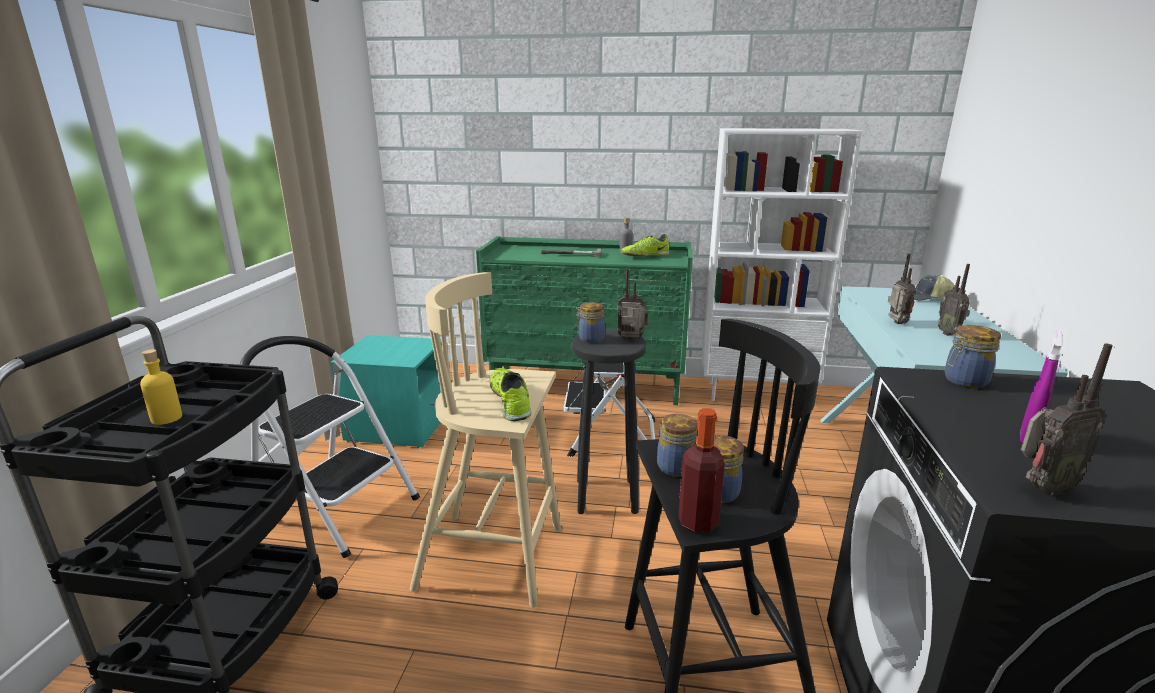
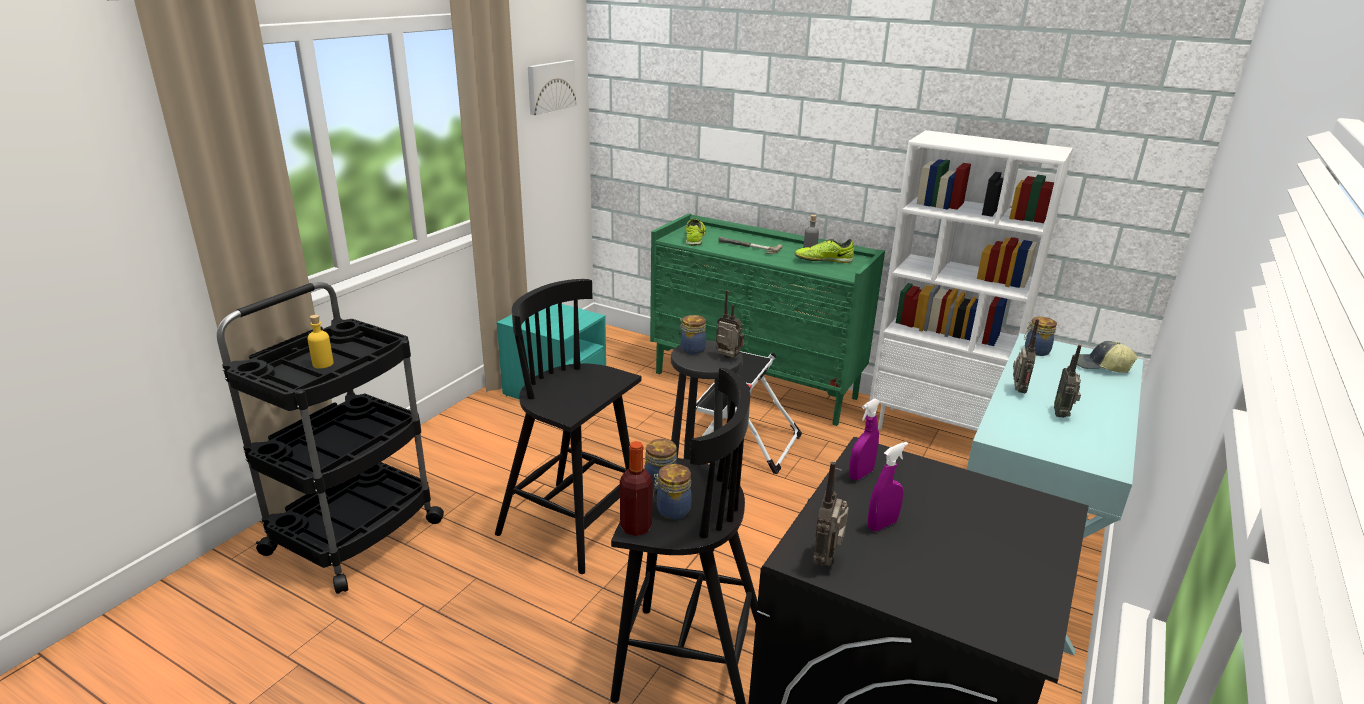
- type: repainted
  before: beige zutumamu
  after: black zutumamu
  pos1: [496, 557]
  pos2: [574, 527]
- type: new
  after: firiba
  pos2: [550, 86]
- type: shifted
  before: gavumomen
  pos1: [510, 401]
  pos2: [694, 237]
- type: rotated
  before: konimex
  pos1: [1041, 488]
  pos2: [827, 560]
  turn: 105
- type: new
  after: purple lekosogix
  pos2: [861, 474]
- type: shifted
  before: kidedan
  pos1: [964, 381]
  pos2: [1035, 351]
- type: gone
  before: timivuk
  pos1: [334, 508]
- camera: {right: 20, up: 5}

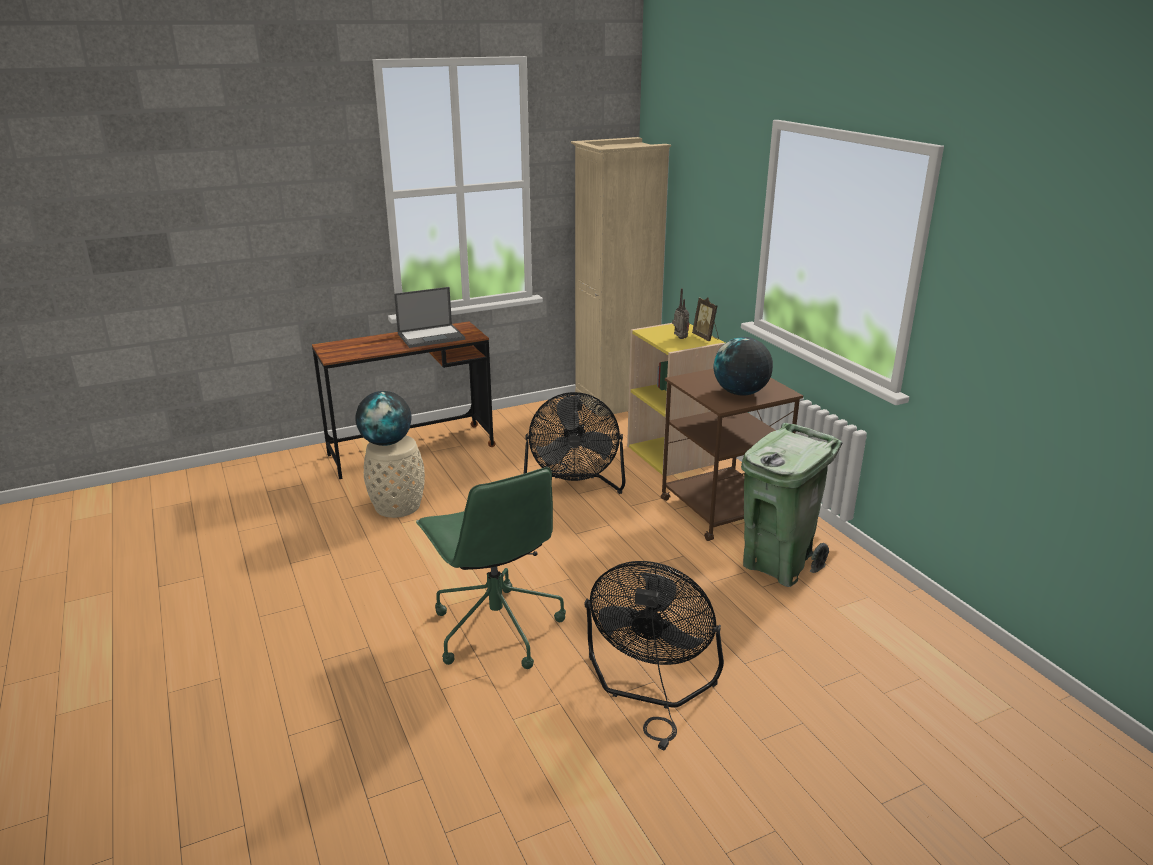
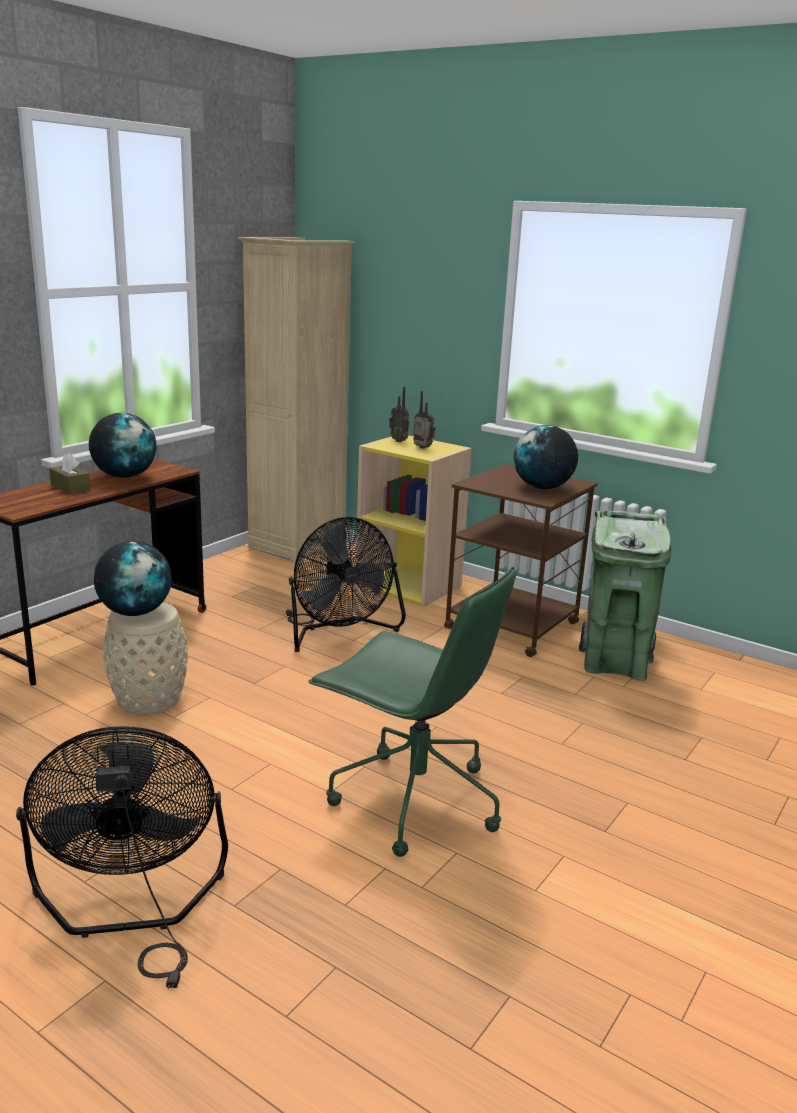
- type: shifted
  before: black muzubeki
  pos1: [650, 689]
  pos2: [134, 910]
- type: new
  after: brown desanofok
  pos2: [70, 487]
- type: swapped
  before: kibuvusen
  after: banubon
  pos1: [432, 336]
  pos2: [125, 476]
- type: new
  after: konimex
  pos2: [399, 441]
- type: gone
  before: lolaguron
  pos1: [706, 337]
- camera: {right: -30, up: -5}

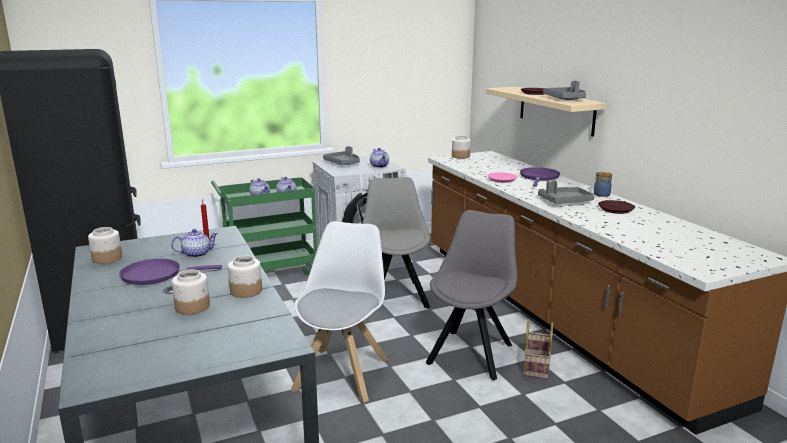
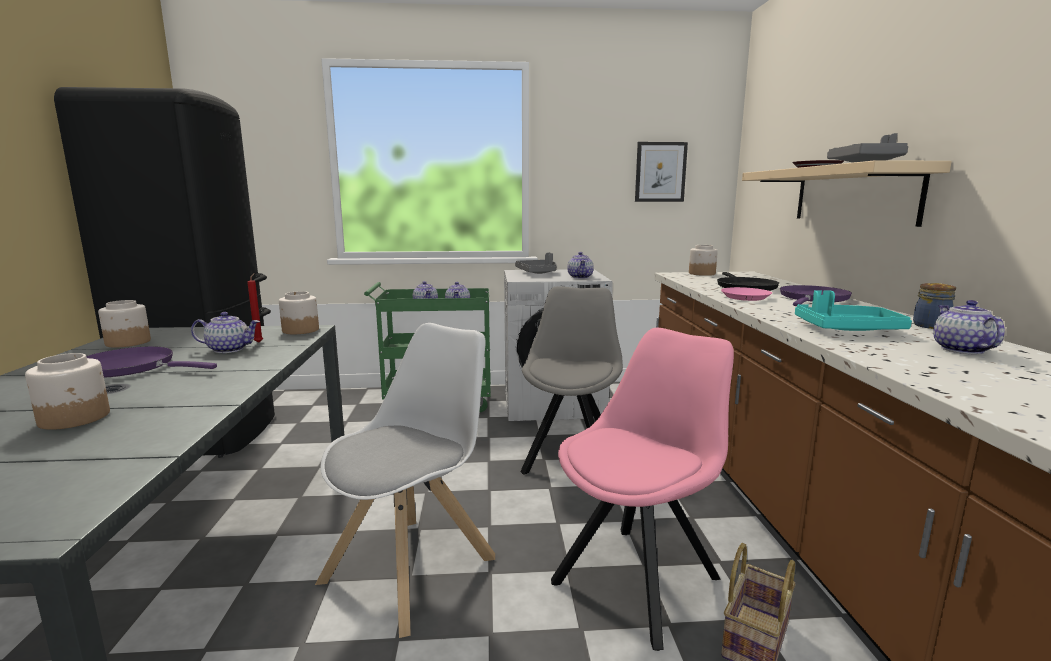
- type: shifted
  before: kidedan
  pos1: [245, 291]
  pos2: [300, 330]
- type: repainted
  before: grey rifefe
  after: pink rifefe
  pos1: [471, 354]
  pos2: [638, 580]
- type: new
  after: firiba
  pos2: [660, 172]
- type: new
  after: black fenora
  pos2: [744, 287]
- type: repainted
  before: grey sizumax
  after: turquoise sizumax
  pos1: [564, 201]
  pos2: [846, 329]
- type: swapped
  before: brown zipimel
  after: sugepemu
  pos1: [615, 210]
  pos2: [960, 349]
- camera: {right: 20, up: -5}

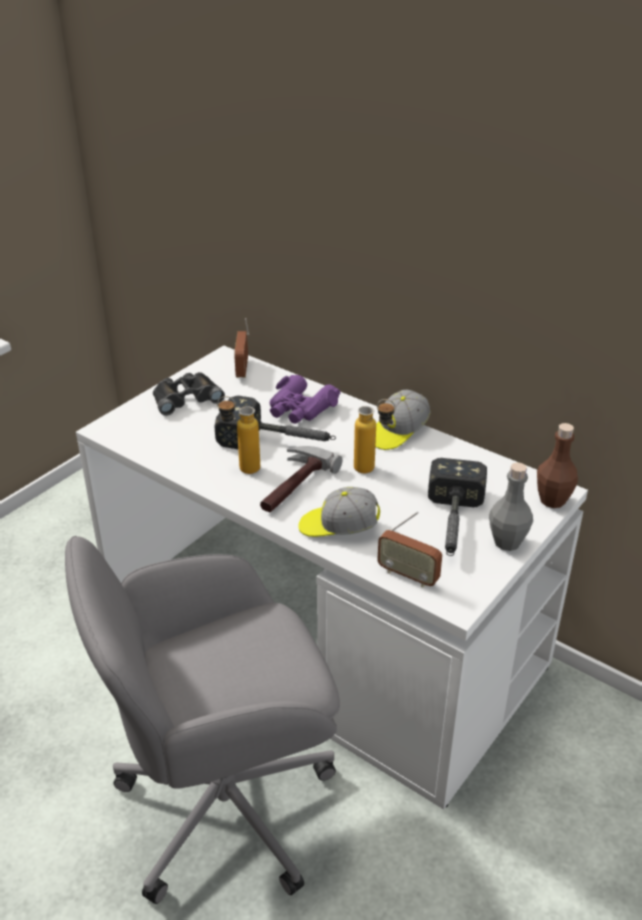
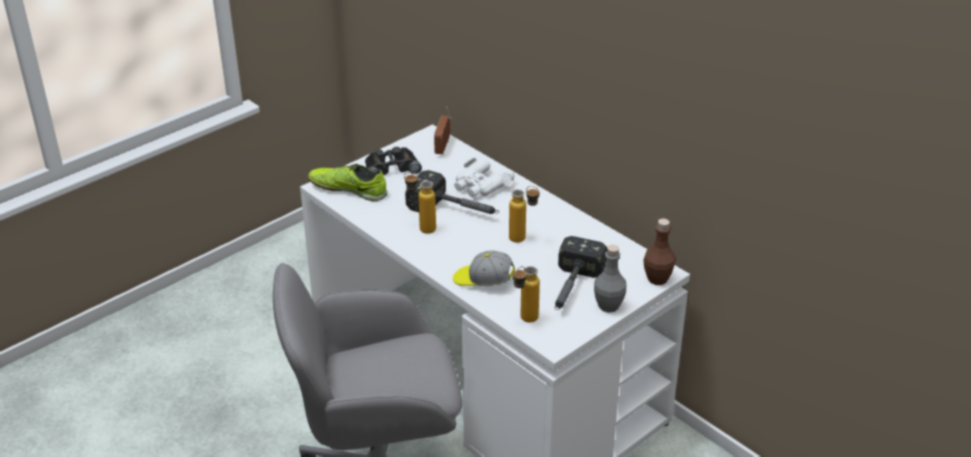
- type: new
  after: gavumomen
  pos2: [348, 189]
- type: repainted
  before: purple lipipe
  after: white lipipe
  pos1: [300, 409]
  pos2: [481, 185]
- type: swapped
  before: konimex
  after: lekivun
  pos1: [408, 575]
  pos2: [524, 321]
- type: gone
  before: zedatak
  pos1: [292, 485]
- type: gone
  before: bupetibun
  pos1: [398, 432]
- camera: {right: 10, up: 0}

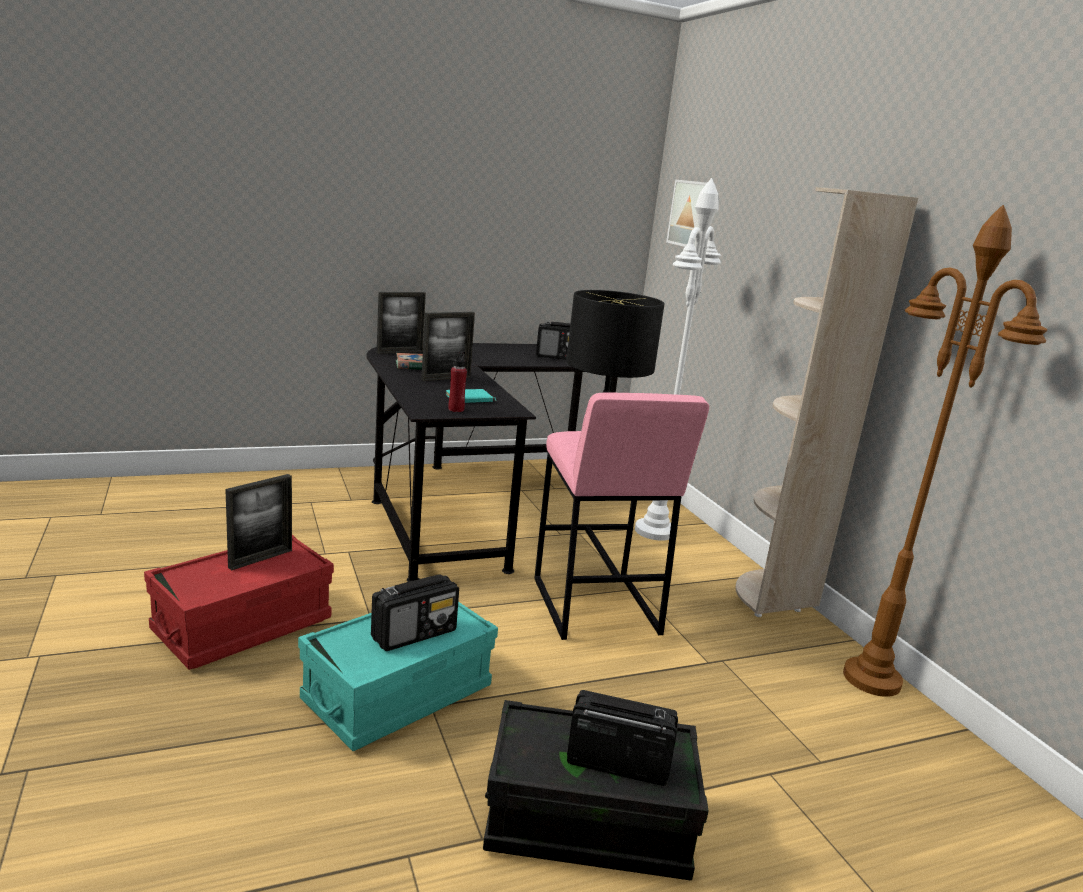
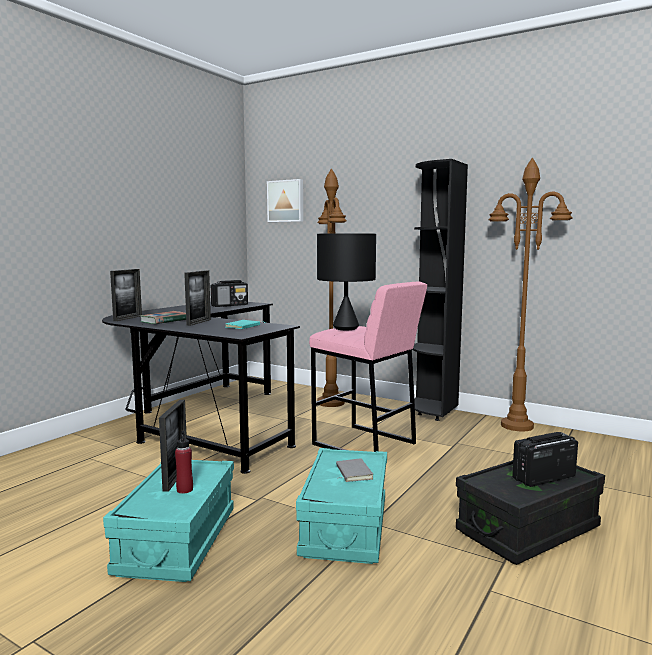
- type: repainted
  before: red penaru
  after: turquoise penaru
  pos1: [243, 626]
  pos2: [178, 541]
- type: shifted
  before: red lekivun
  pos1: [456, 409]
  pos2: [185, 489]
- type: repainted
  before: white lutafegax
  after: brown lutafegax
  pos1: [654, 531]
  pos2: [330, 402]
- type: swapped
  before: konimex
  after: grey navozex
  pos1: [415, 634]
  pos2: [352, 473]
- type: repainted
  before: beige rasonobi
  after: black rasonobi
  pos1: [767, 601]
  pos2: [431, 413]
- camera: {right: -35, up: -10}

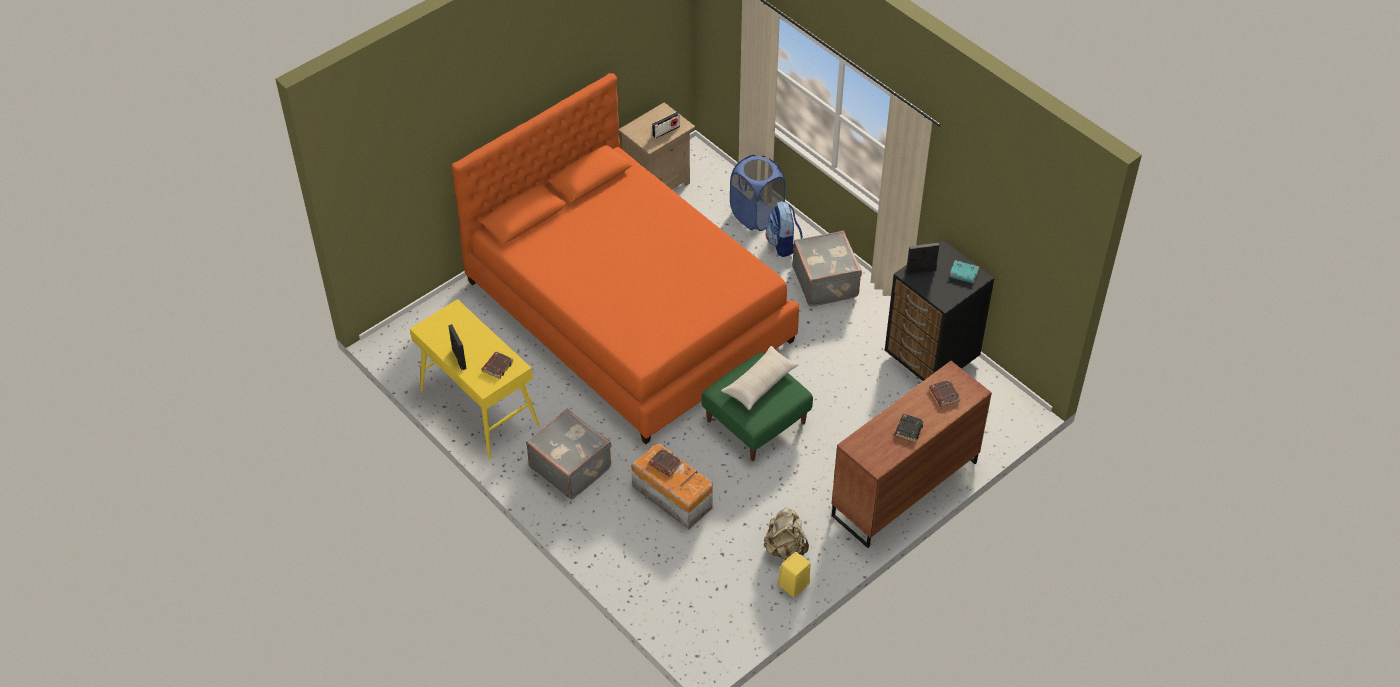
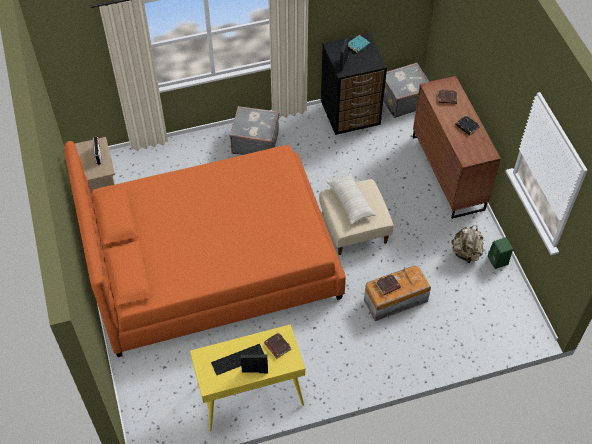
- type: new
  after: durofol
  pos2: [239, 360]
- type: repainted
  before: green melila
  after: beige melila
  pos1: [756, 421]
  pos2: [353, 227]
- type: shifted
  before: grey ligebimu
  pos1: [571, 466]
  pos2: [403, 100]
- type: repainted
  before: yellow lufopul
  after: green lufopul
  pos1: [793, 585]
  pos2: [498, 261]
- type: gone
  before: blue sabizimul
  pos1: [756, 215]
- type: gone
  before: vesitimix
  pos1: [783, 244]
- camera: {right: -65, up: 5}

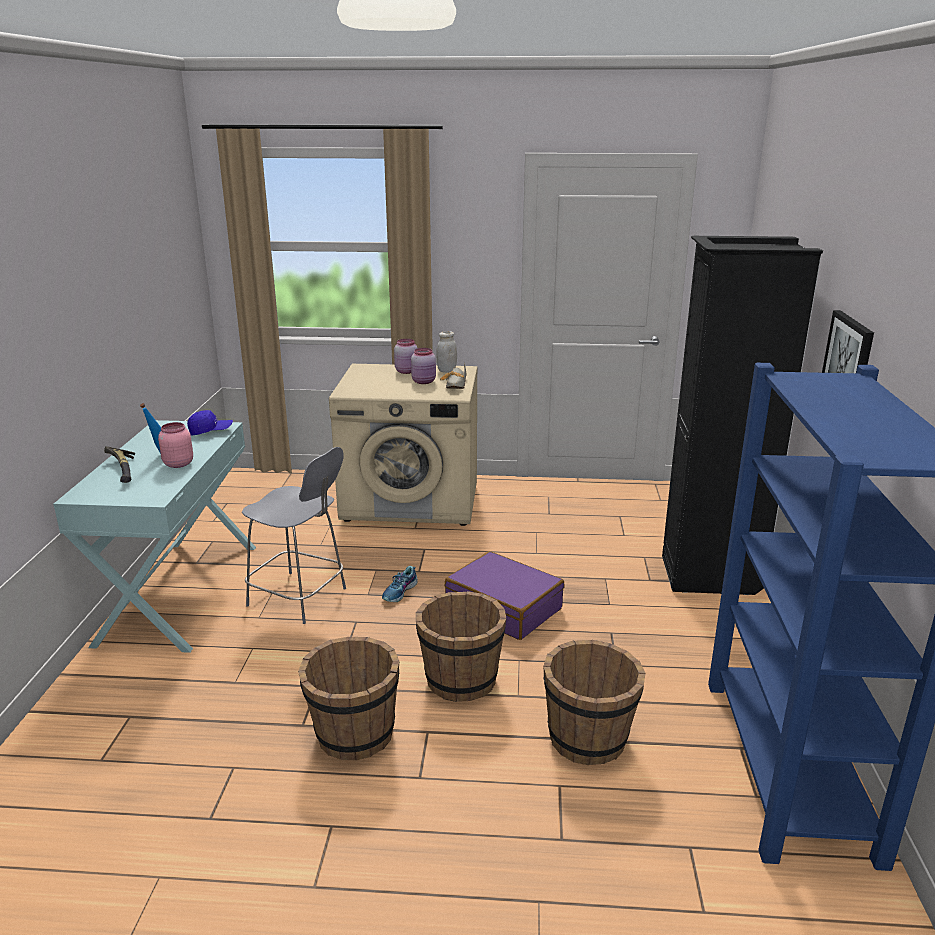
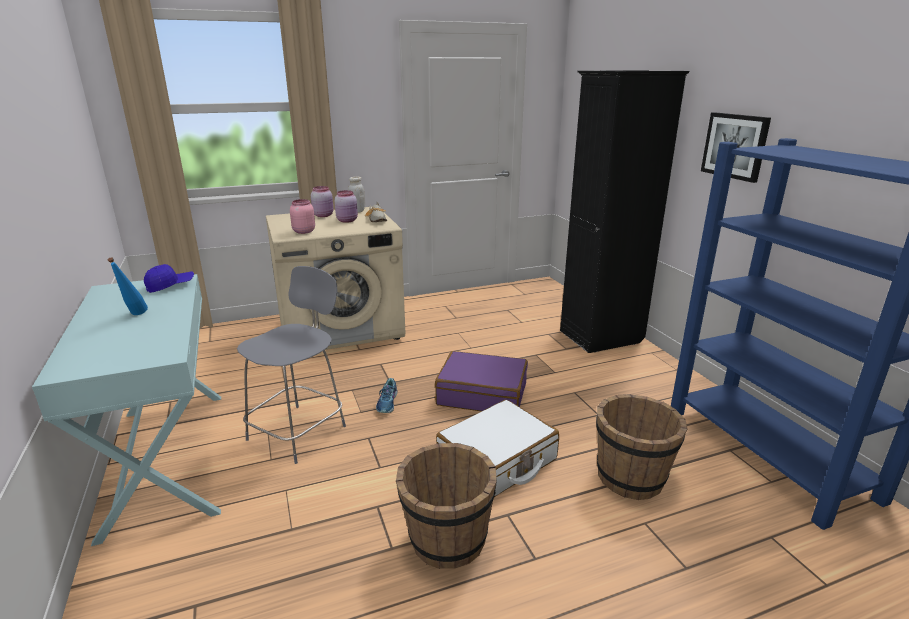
- type: rotated
  before: grey rifefe
  pos1: [300, 598]
  pos2: [299, 431]
  turn: -60
- type: shifted
  before: pink kidedan
  pos1: [177, 464]
  pos2: [303, 231]
- type: swapped
  before: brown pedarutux
  after: white ligebimu
  pos1: [461, 680]
  pos2: [497, 461]
- type: gone
  before: zedatak
  pos1: [125, 470]
- camera: {right: -25, up: 0}

